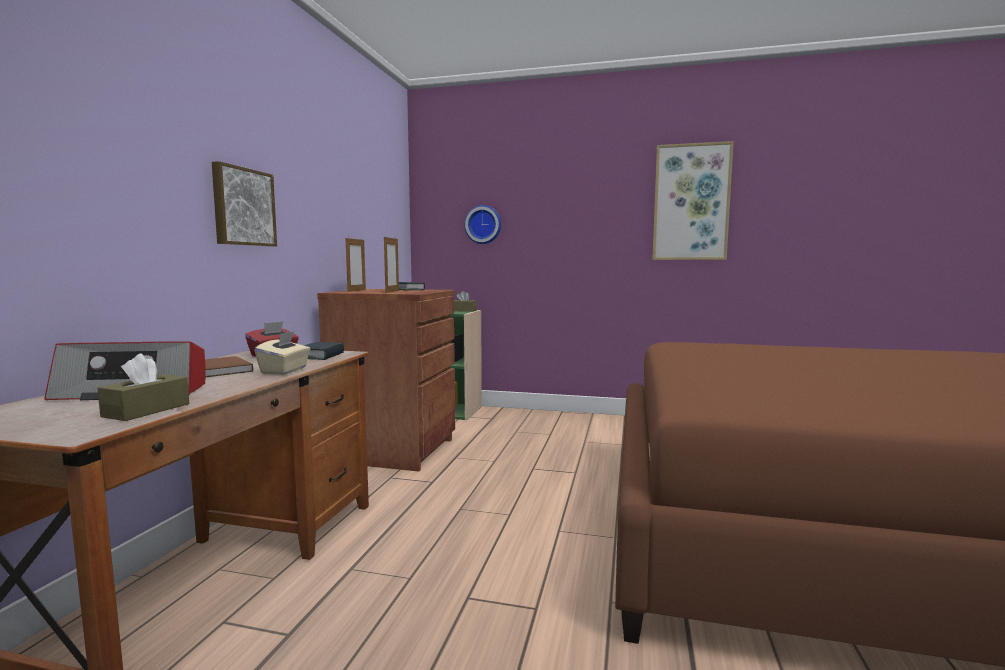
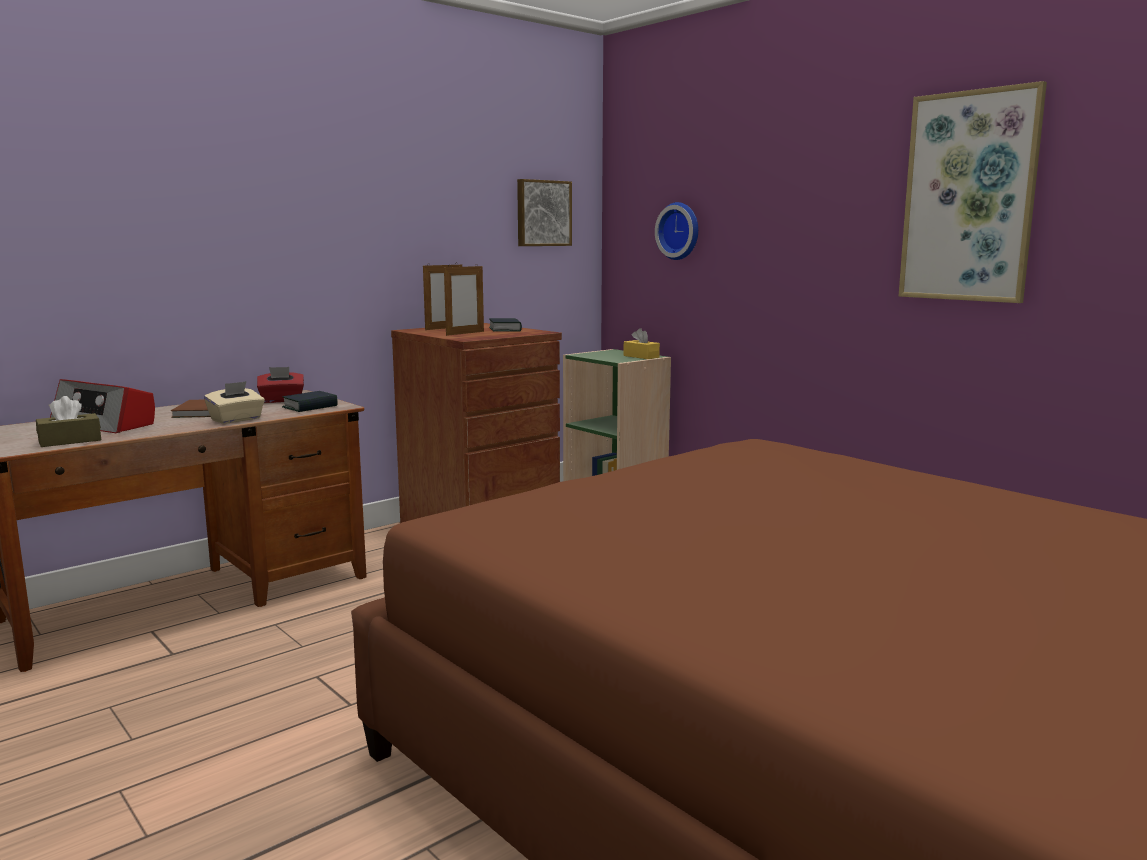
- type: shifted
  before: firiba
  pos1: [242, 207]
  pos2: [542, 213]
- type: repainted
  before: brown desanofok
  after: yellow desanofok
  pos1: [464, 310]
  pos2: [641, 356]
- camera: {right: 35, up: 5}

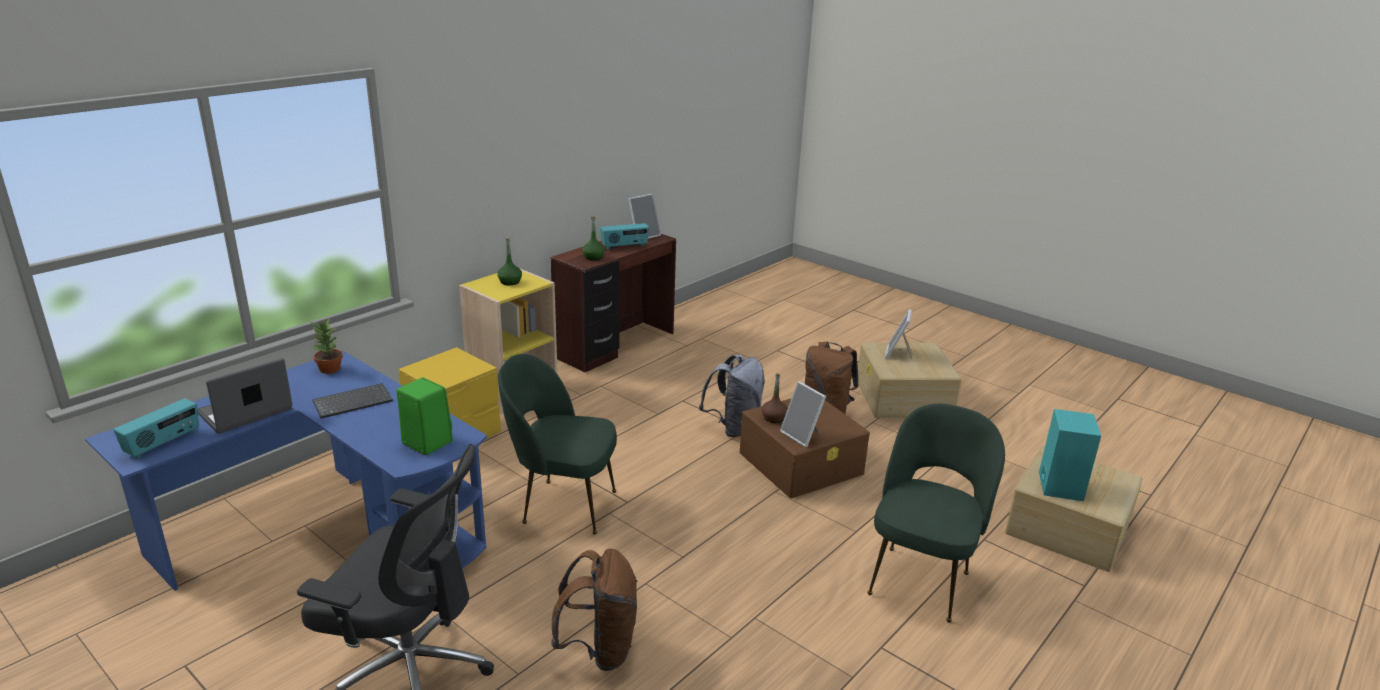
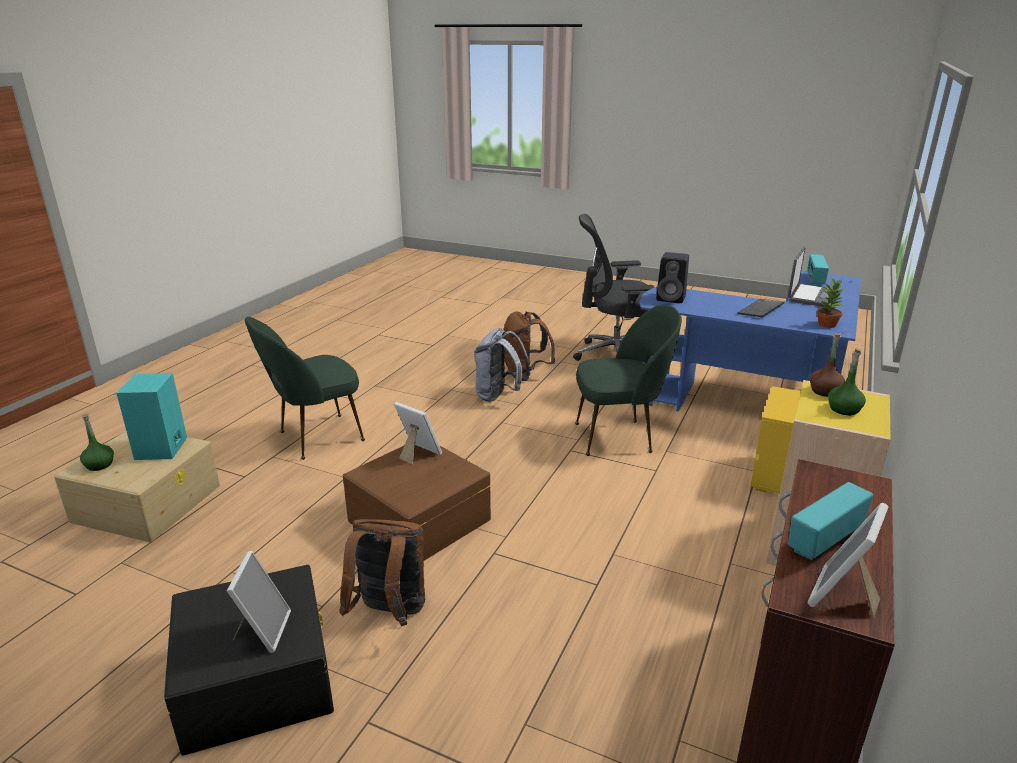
- type: shifted
  before: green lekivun
  pos1: [593, 257]
  pos2: [99, 465]
- type: repainted
  before: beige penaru
  after: black penaru
  pos1: [903, 398]
  pos2: [256, 677]
- type: rotated
  before: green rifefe
  pos1: [921, 578]
  pos2: [314, 438]
  turn: 45
- type: shifted
  before: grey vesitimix
  pos1: [734, 427]
  pos2: [499, 396]
- type: repainted
  before: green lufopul
  after: black lufopul
  pos1: [425, 442]
  pos2: [672, 298]
- type: shifted
  before: brown lekivun
  pos1: [774, 418]
  pos2: [825, 391]
- camera: {right: 165, up: 0}

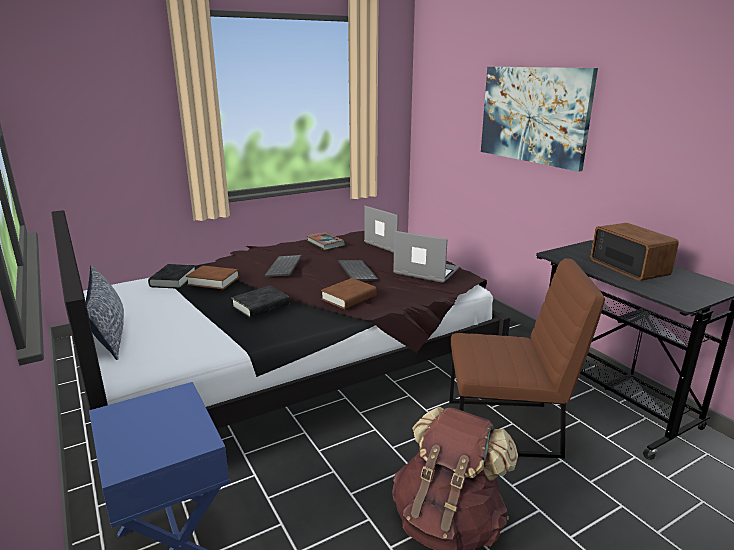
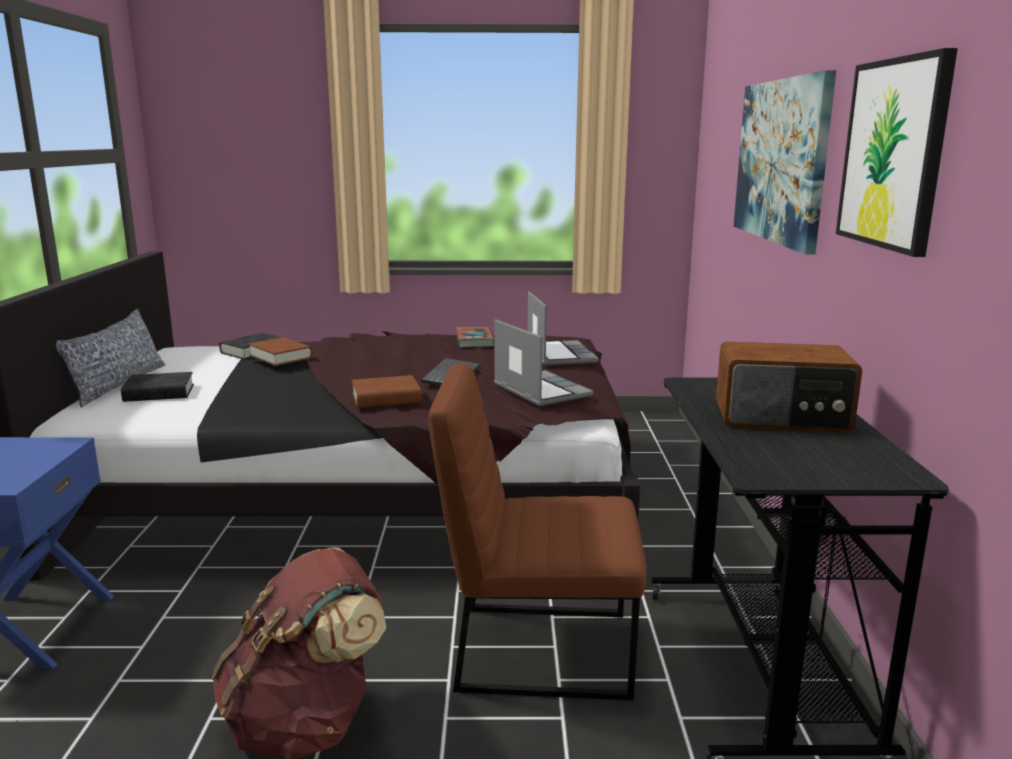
- type: shifted
  before: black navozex
  pos1: [261, 306]
  pos2: [159, 393]
- type: rotated
  before: brown rifefe
  pos1: [506, 428]
  pos2: [537, 649]
  turn: 150
- type: rotated
  before: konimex
  pos1: [629, 267]
  pos2: [782, 418]
  turn: 90
- type: new
  after: firiba
  pos2: [894, 154]
- type: gone
  before: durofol
  pos1: [285, 267]
- camera: {right: 30, up: -5}

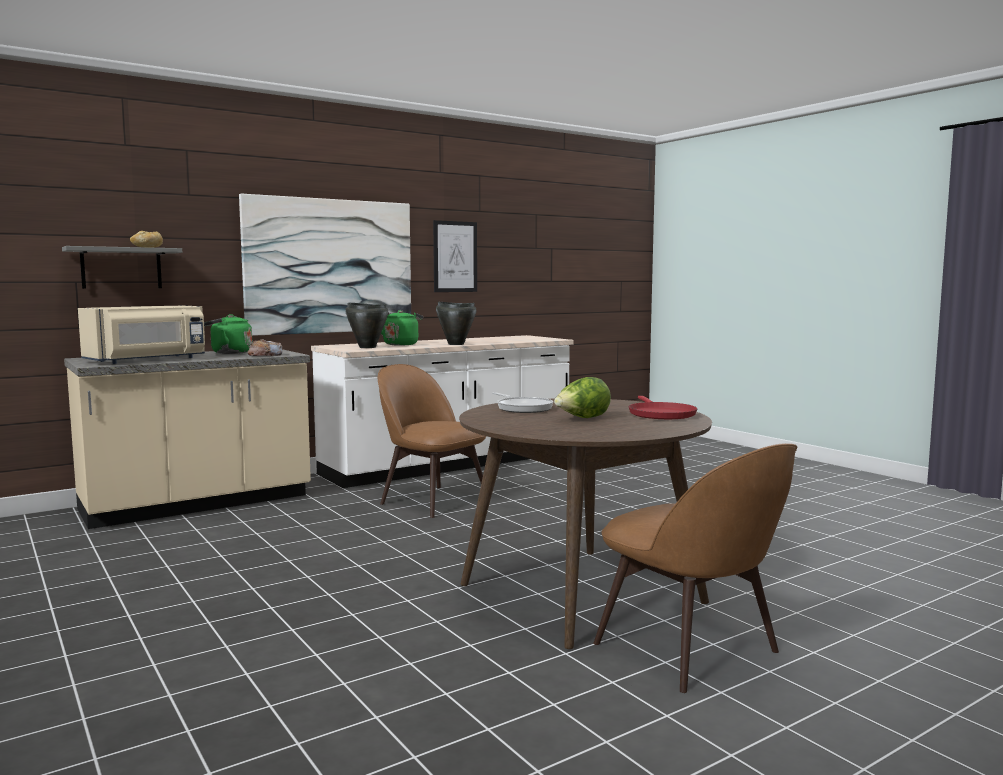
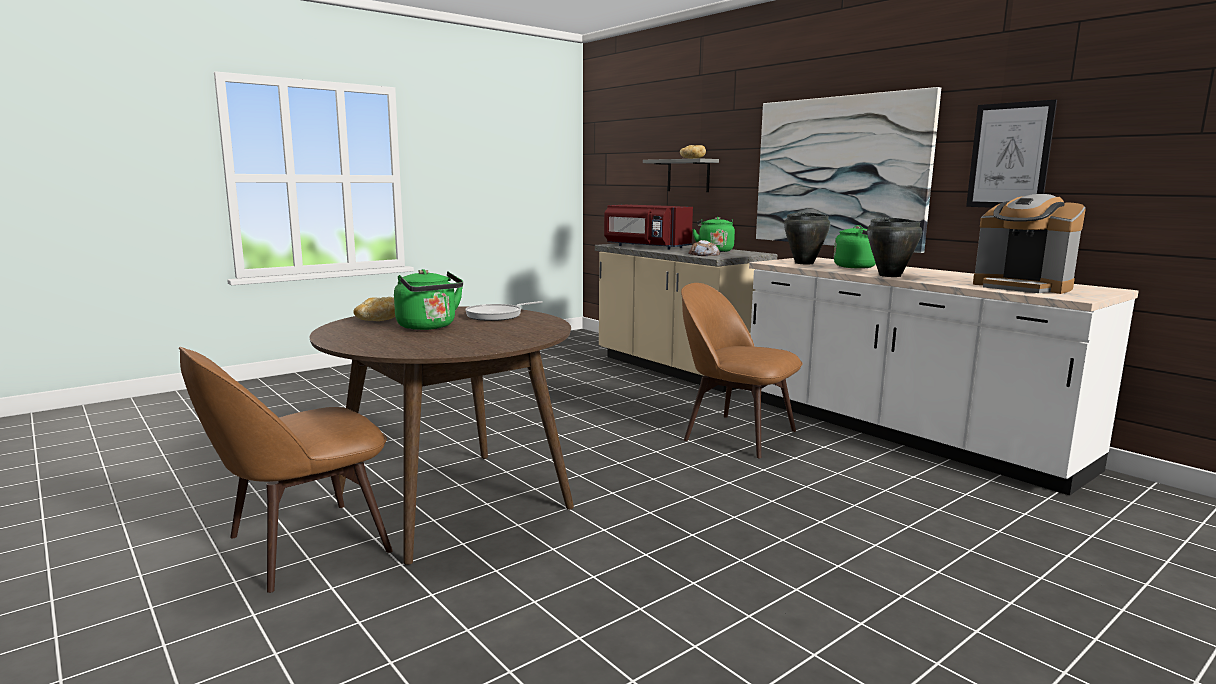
- type: new
  after: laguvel
  pos2: [378, 320]
- type: swapped
  before: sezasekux
  after: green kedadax
  pos1: [582, 418]
  pos2: [429, 327]
- type: repainted
  before: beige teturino
  after: red teturino
  pos1: [148, 360]
  pos2: [645, 247]
- type: rotated
  before: brown rifefe
  pos1: [432, 500]
  pos2: [735, 434]
  turn: -90
- type: new
  after: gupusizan
  pos2: [1022, 287]
- type: gone
  before: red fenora
  pos1: [660, 414]
- camera: {right: 85, up: 5}

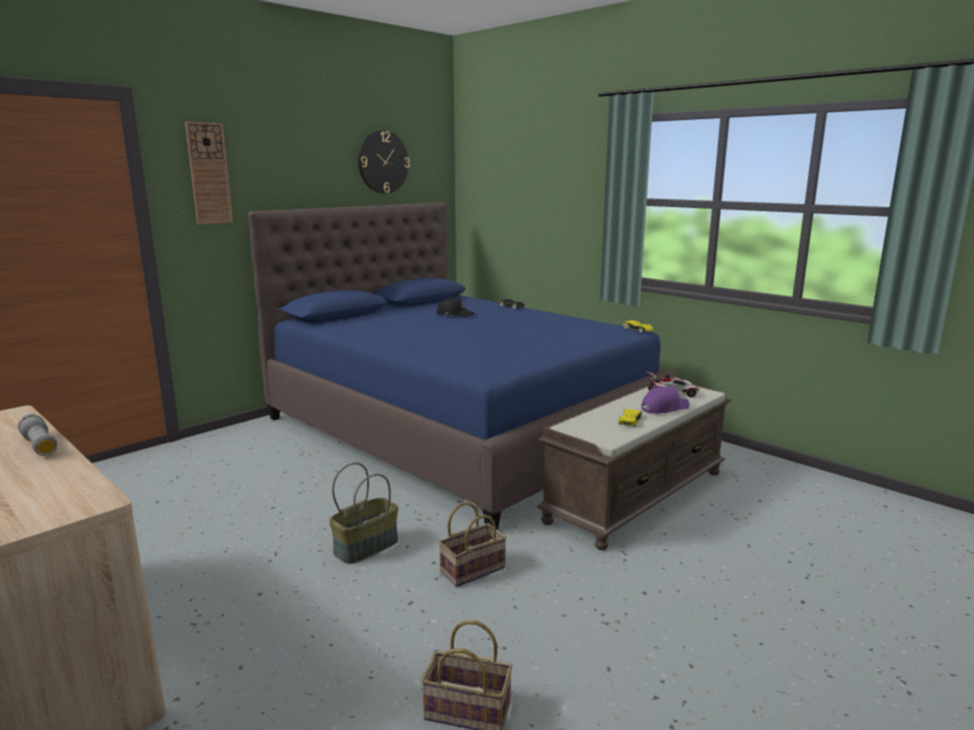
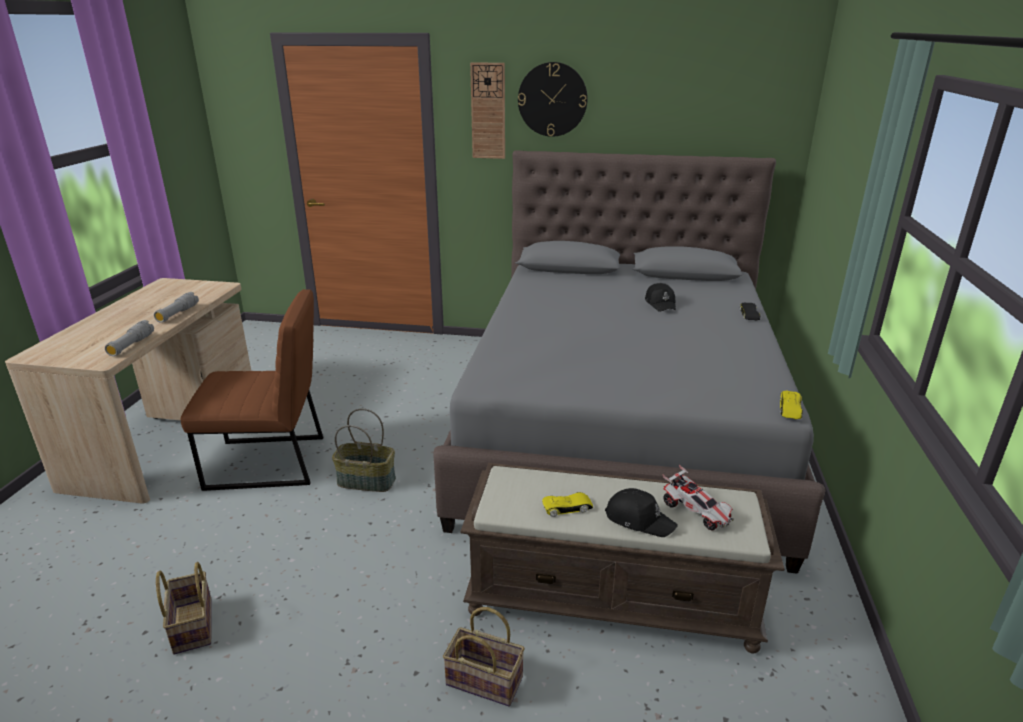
- type: new
  after: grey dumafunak
  pos2: [131, 345]
- type: new
  after: brown rifefe
  pos2: [270, 463]
- type: repainted
  before: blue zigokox
  after: grey zigokox
  pos1: [460, 428]
  pos2: [620, 428]
- type: shifted
  before: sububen
  pos1: [473, 569]
  pos2: [486, 680]
- type: shifted
  before: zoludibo
  pos1: [383, 162]
  pos2: [552, 99]
- type: repainted
  before: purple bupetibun
  after: black bupetibun
  pos1: [664, 408]
  pos2: [639, 519]
- camera: {right: 55, up: 10}

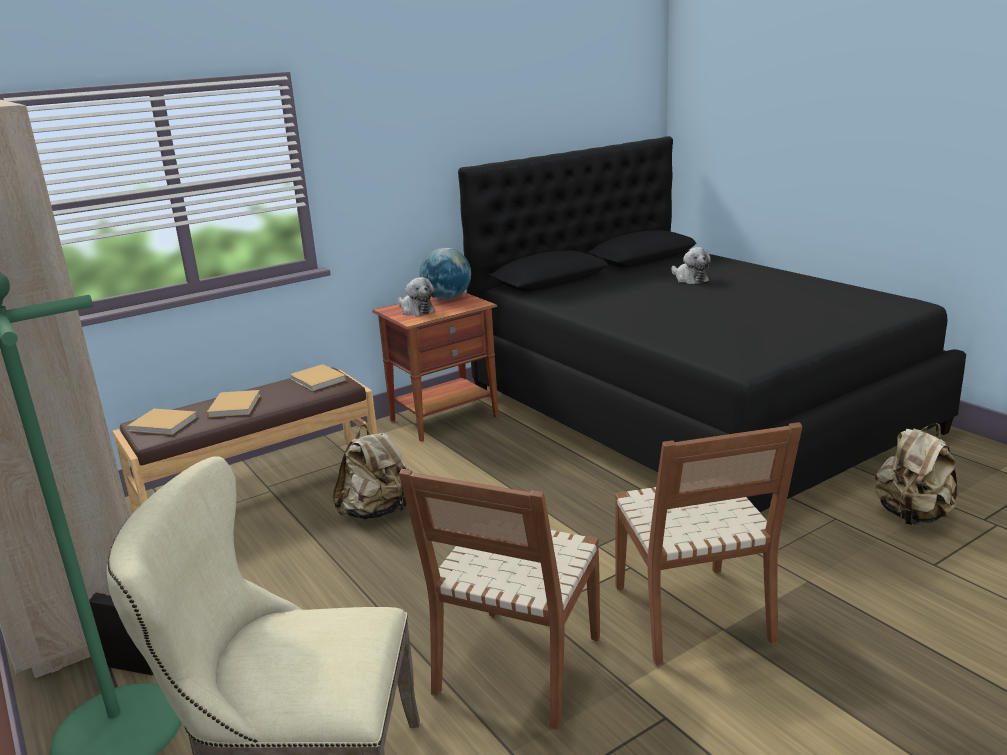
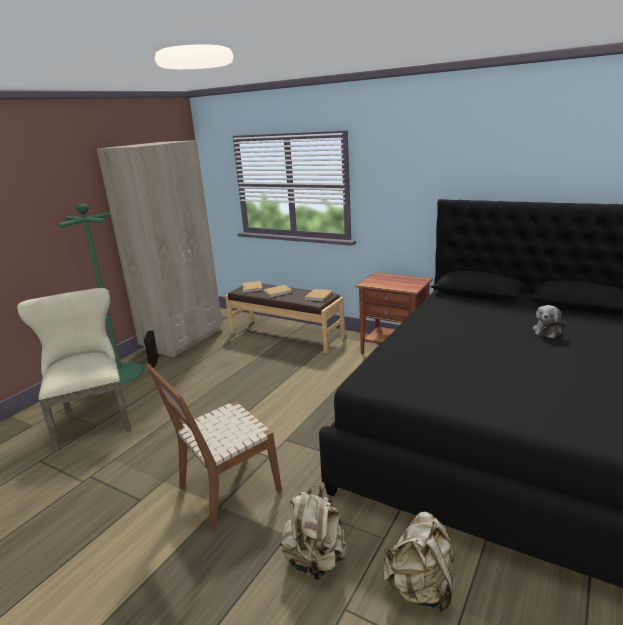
- type: shifted
  before: beige vesitimix
  pos1: [377, 512]
  pos2: [316, 560]
- type: gone
  before: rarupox
  pos1: [416, 310]
- type: gone
  before: rifefe
  pos1: [516, 672]
- type: gone
  before: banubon
  pos1: [447, 298]
- camera: {right: 65, up: 0}

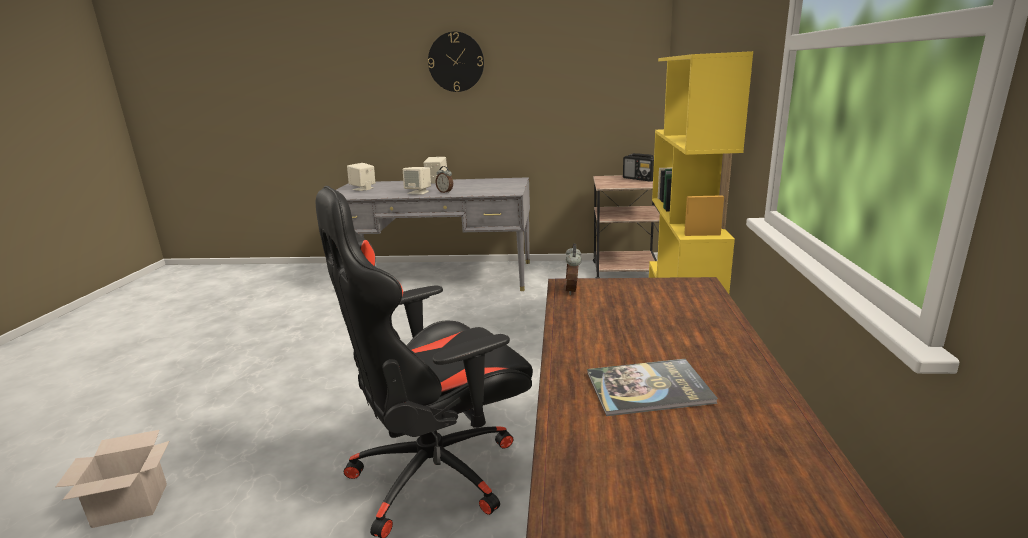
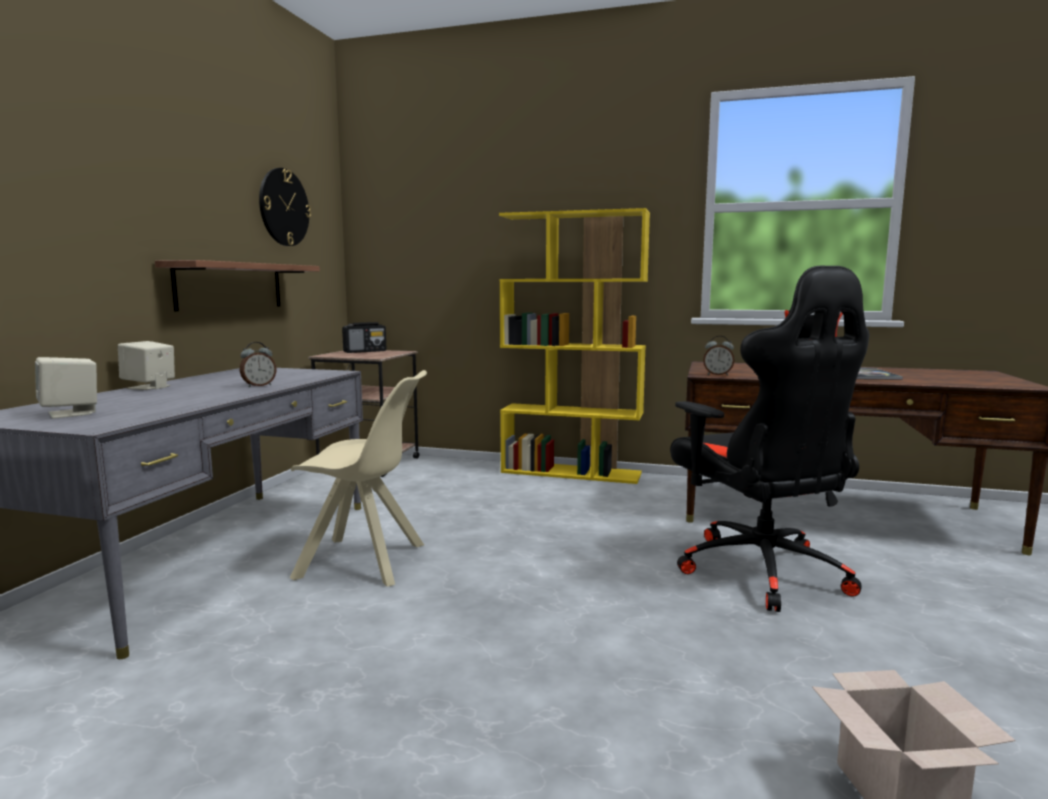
- type: new
  after: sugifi
  pos2: [230, 286]
- type: shifted
  before: zoludibo
  pos1: [456, 62]
  pos2: [284, 207]
- type: new
  after: beige rifefe
  pos2: [365, 562]
- type: gone
  before: beige lufopul
  pos1: [418, 192]
- camera: {right: -80, up: -10}

